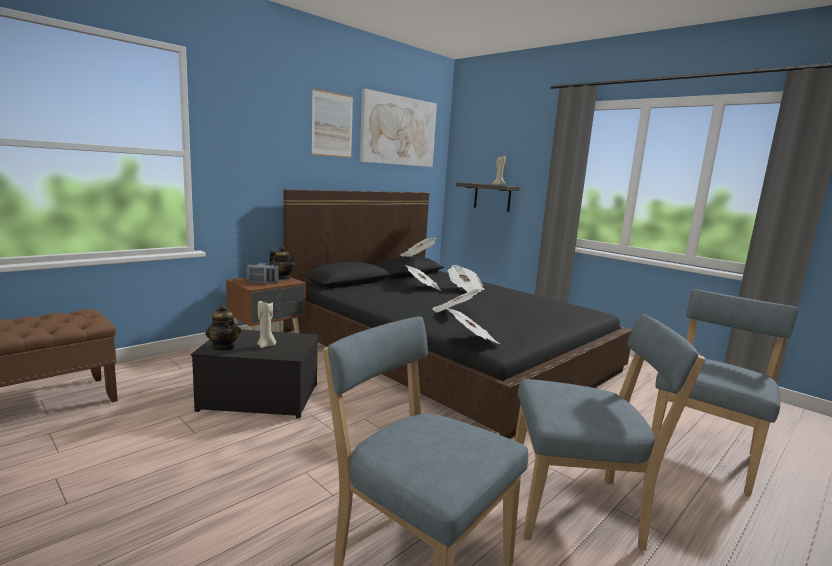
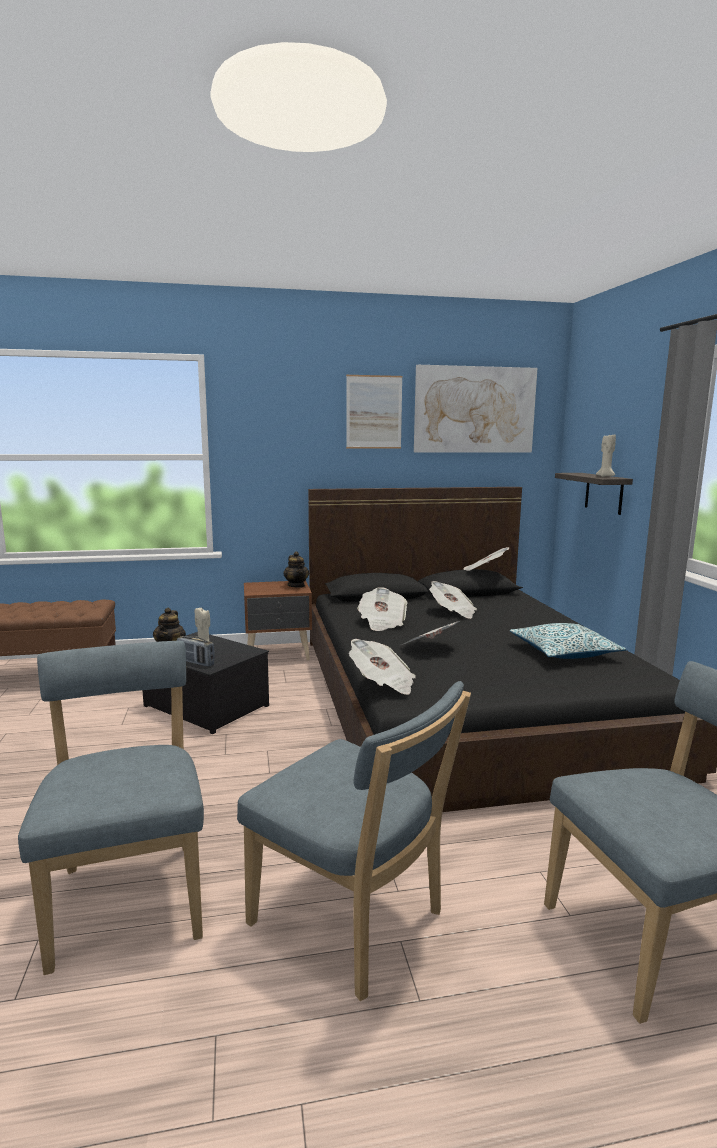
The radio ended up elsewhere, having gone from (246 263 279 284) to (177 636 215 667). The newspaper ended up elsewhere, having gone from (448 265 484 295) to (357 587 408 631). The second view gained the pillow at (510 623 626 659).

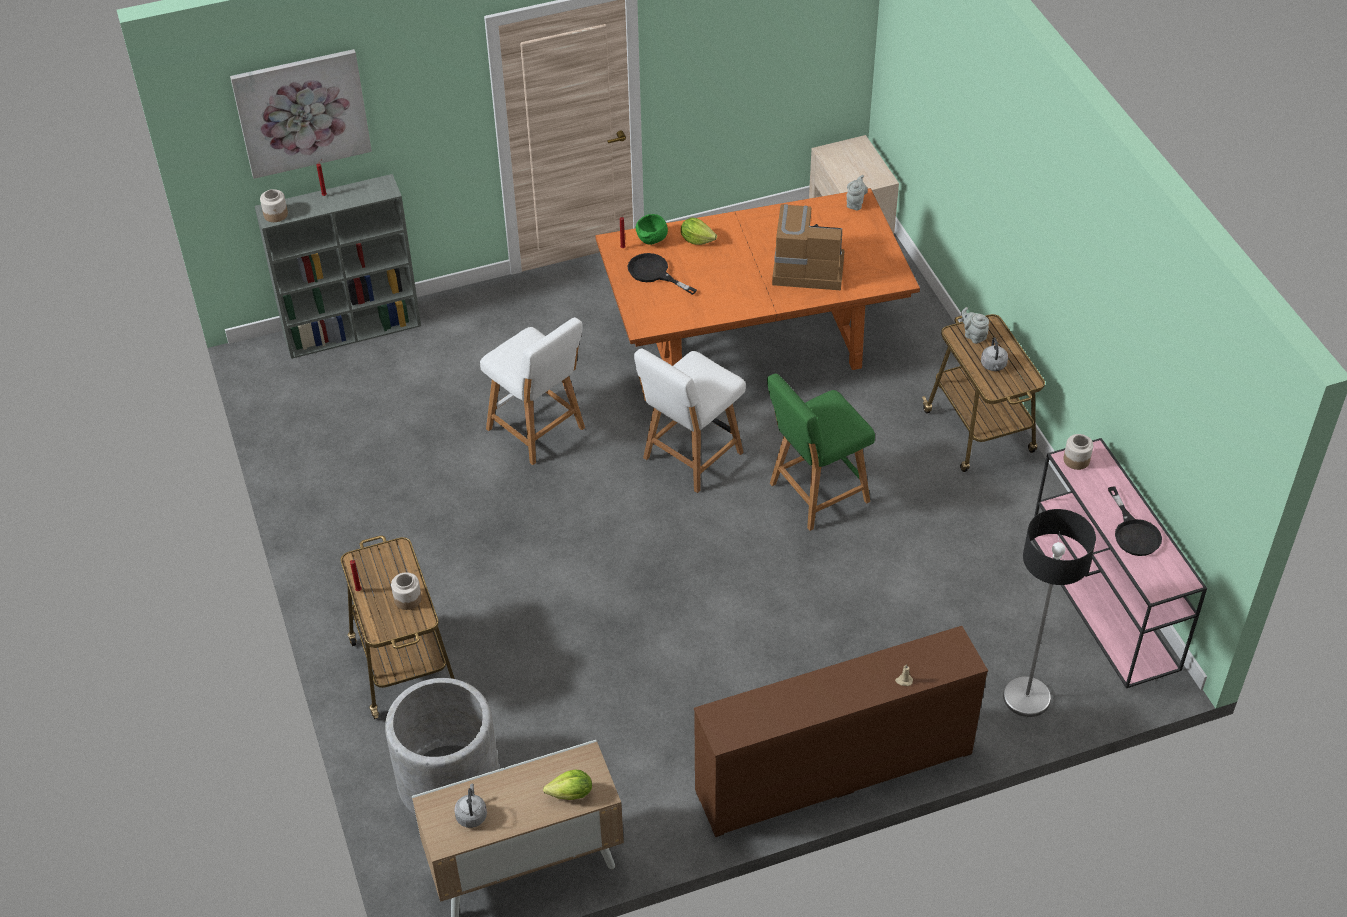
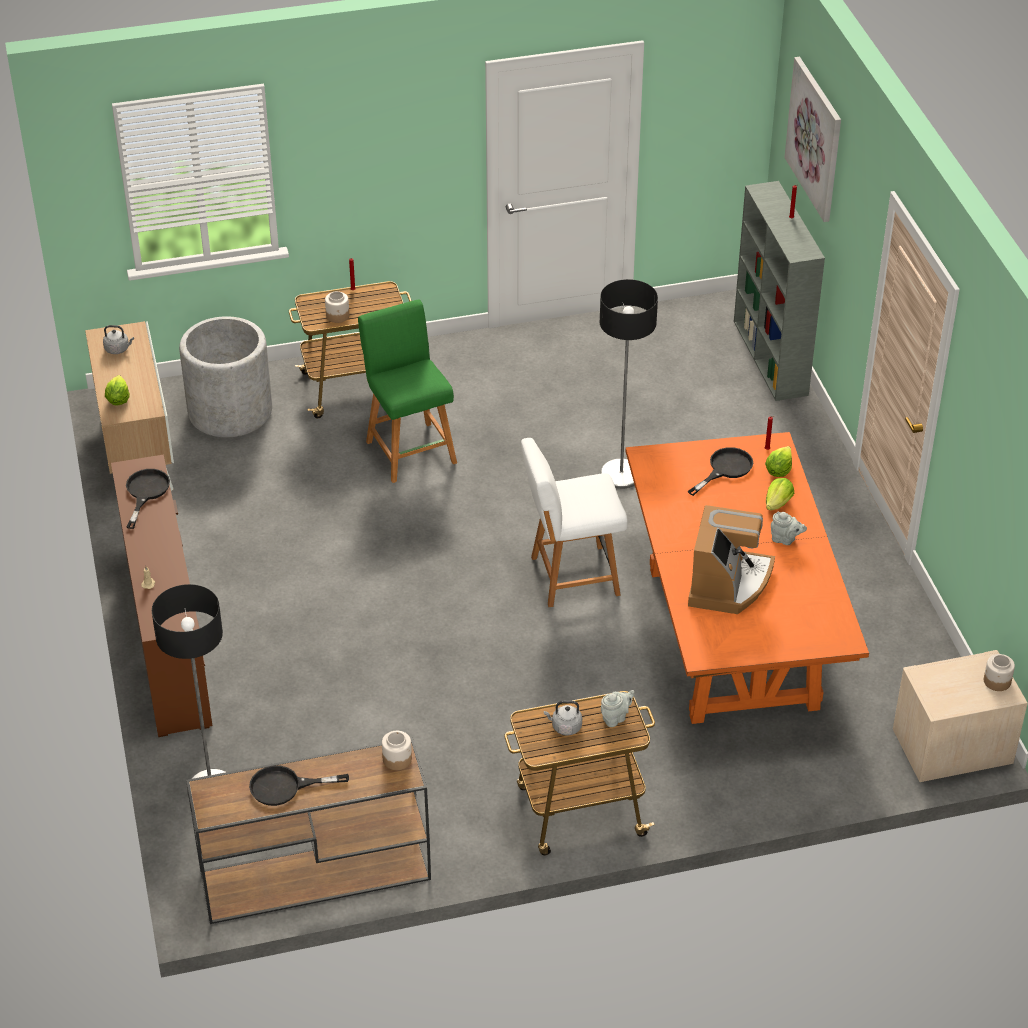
The second view gained the black frying pan at (126 469 170 529). What was the pink console table at (1032 438 1207 688) turned into the brown console table at (186 738 431 924). The green stool ended up elsewhere, having gone from (767 374 875 531) to (358 299 457 483). The white chair at (634 348 746 493) ended up facing another way, 60 degrees counterclockwise from before. Where the white stool stood at (480 317 585 465), the floor lamp came to stand at (600 279 658 489). Where the green bowl stood at (636 214 668 245), the lettuce came to stand at (765 446 792 477). The grey teapot ended up elsewhere, having gone from (846 175 868 210) to (771 511 807 545). The jar ended up elsewhere, having gone from (260 189 288 222) to (984 654 1015 691).

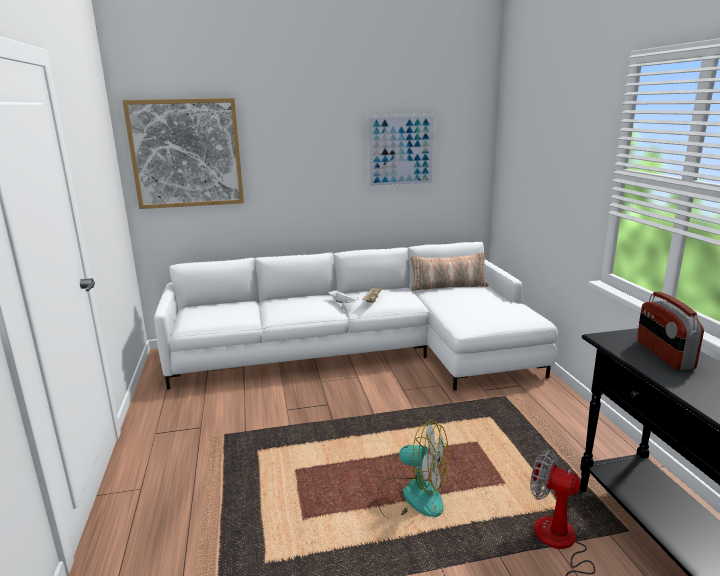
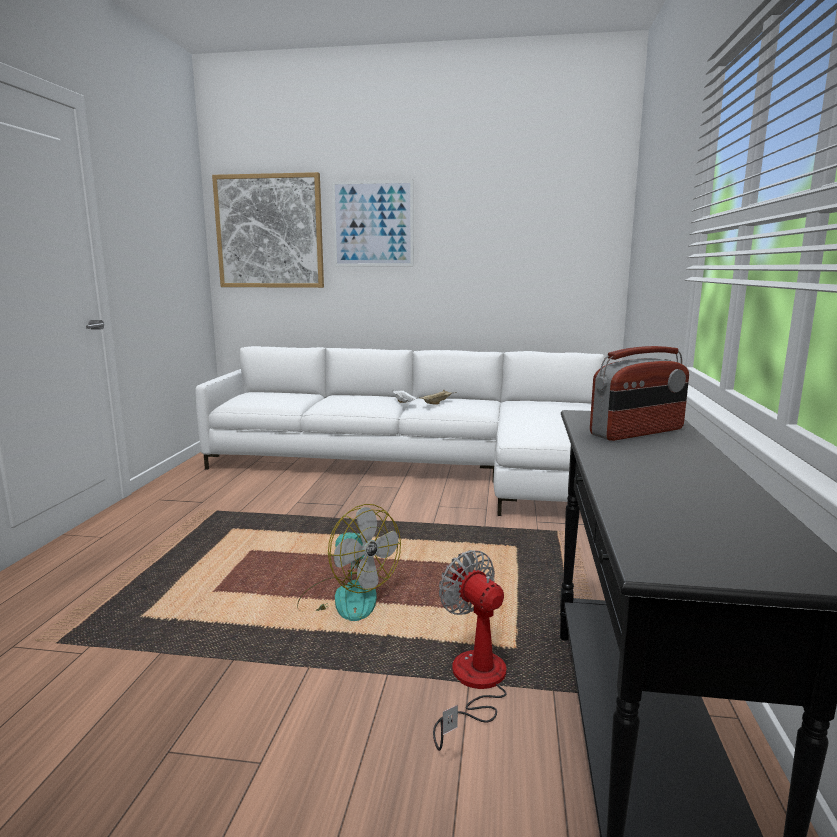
The picture ended up elsewhere, having gone from (367 114 436 188) to (332 180 413 266). The radio at (637 292 704 370) ended up facing another way, 135 degrees counterclockwise from before. The second view lost the pillow at (411 252 488 291).

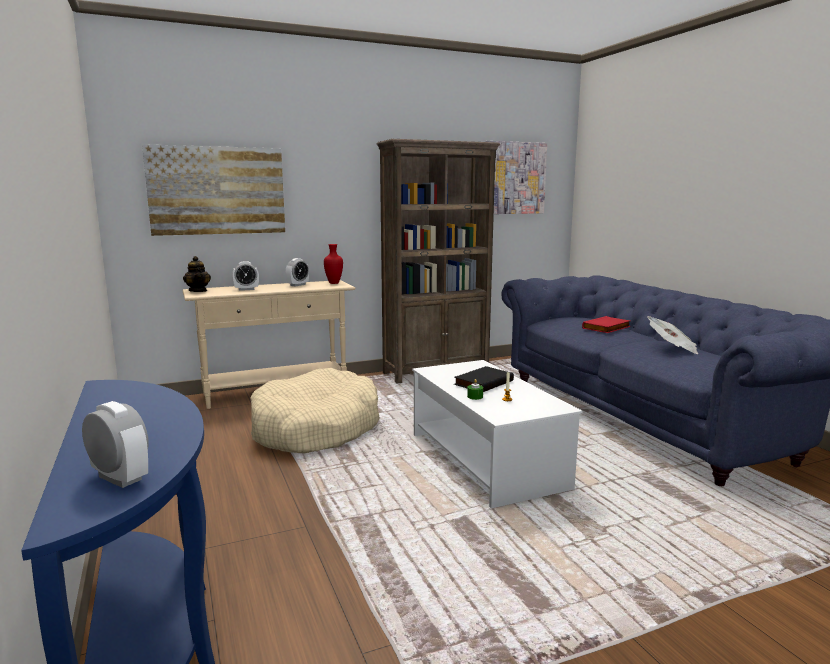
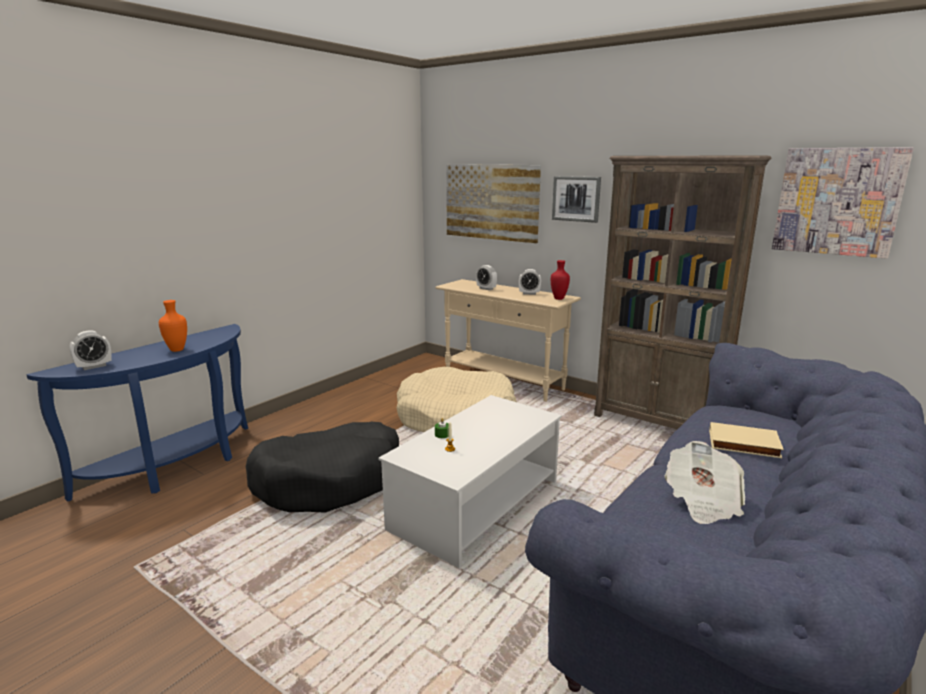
The alarm clock at (82 401 149 488) ended up facing another way, 45 degrees clockwise from before. The second view gained the orange vase at (159 300 187 352). The second view gained the black dog bed at (245 421 399 513). The second view gained the picture at (552 176 601 223). What was the red book at (582 316 630 333) turned into the beige book at (709 422 784 458). The second view lost the teapot at (183 256 211 292). The second view lost the black book at (454 366 514 392).

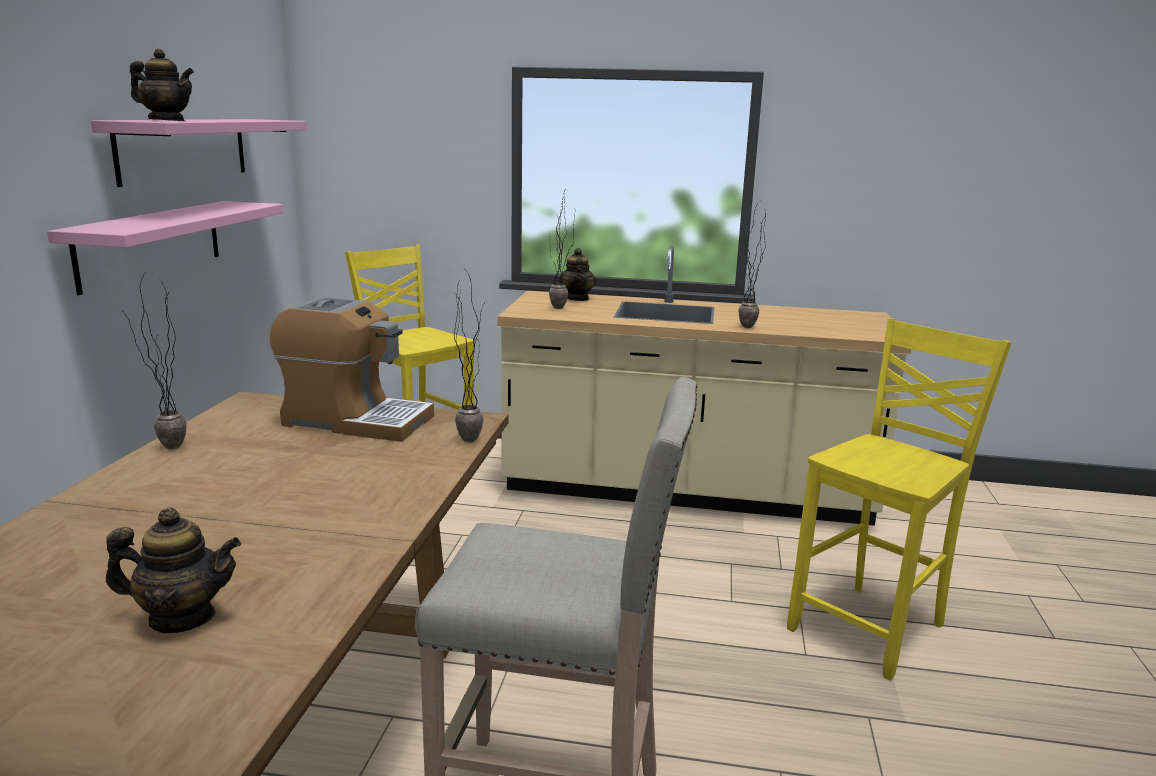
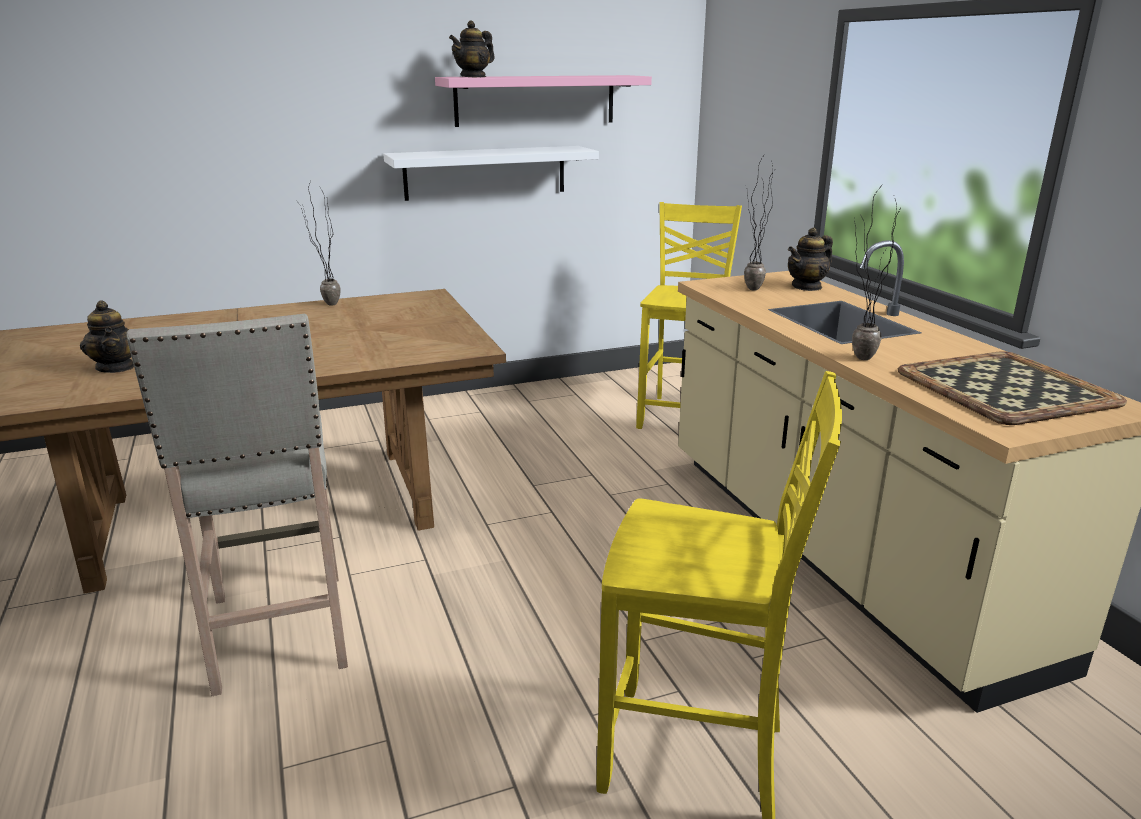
What was the pink shelf at (47 201 283 295) turned into the white shelf at (383 146 599 201). The teapot at (130 49 194 121) ended up facing another way, 60 degrees clockwise from before. The second view gained the tray at (898 351 1127 425). The second view lost the coffee machine at (270 297 434 442). The second view lost the potted plant at (454 271 486 442).

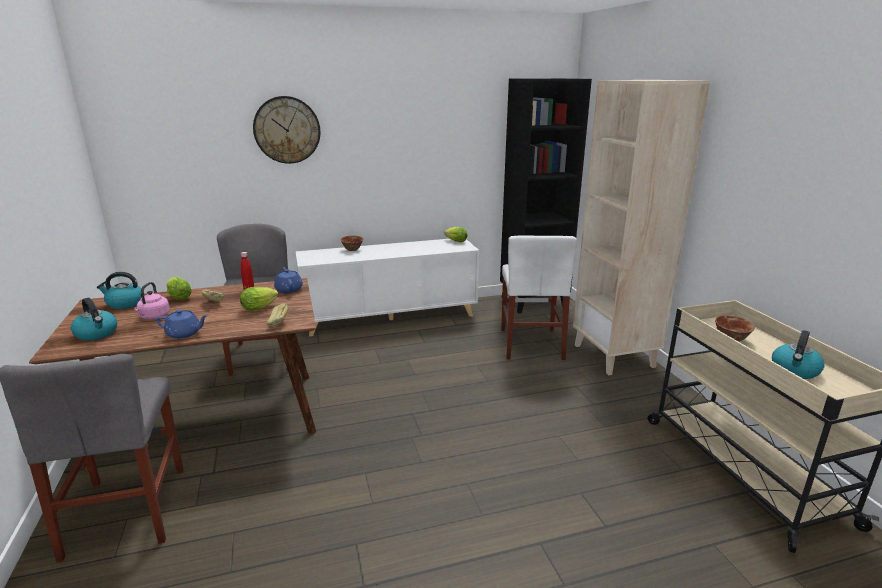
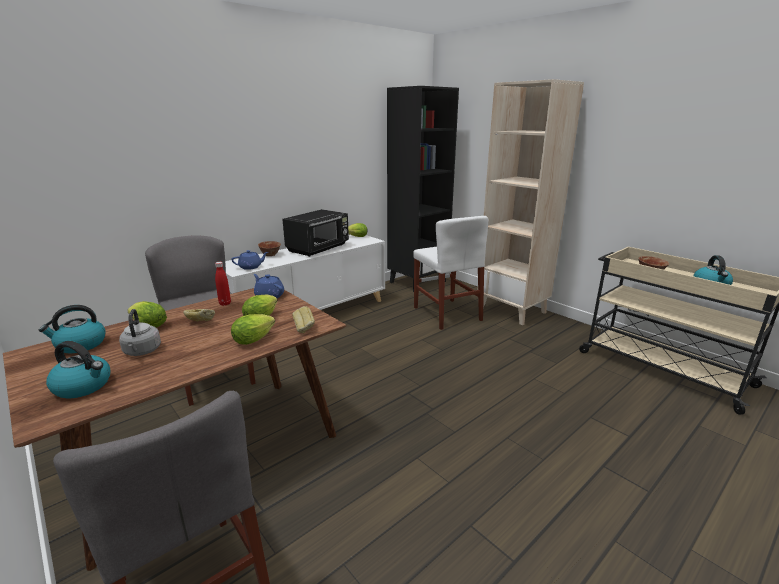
What was the pink kettle at (134 282 170 320) turned into the grey kettle at (119 309 161 356). The blue teapot ended up elsewhere, having gone from (156 309 208 339) to (231 250 268 270). The second view gained the lettuce at (231 314 275 345). The second view gained the black microwave at (282 209 349 257). The second view lost the wall clock at (253 96 320 164).

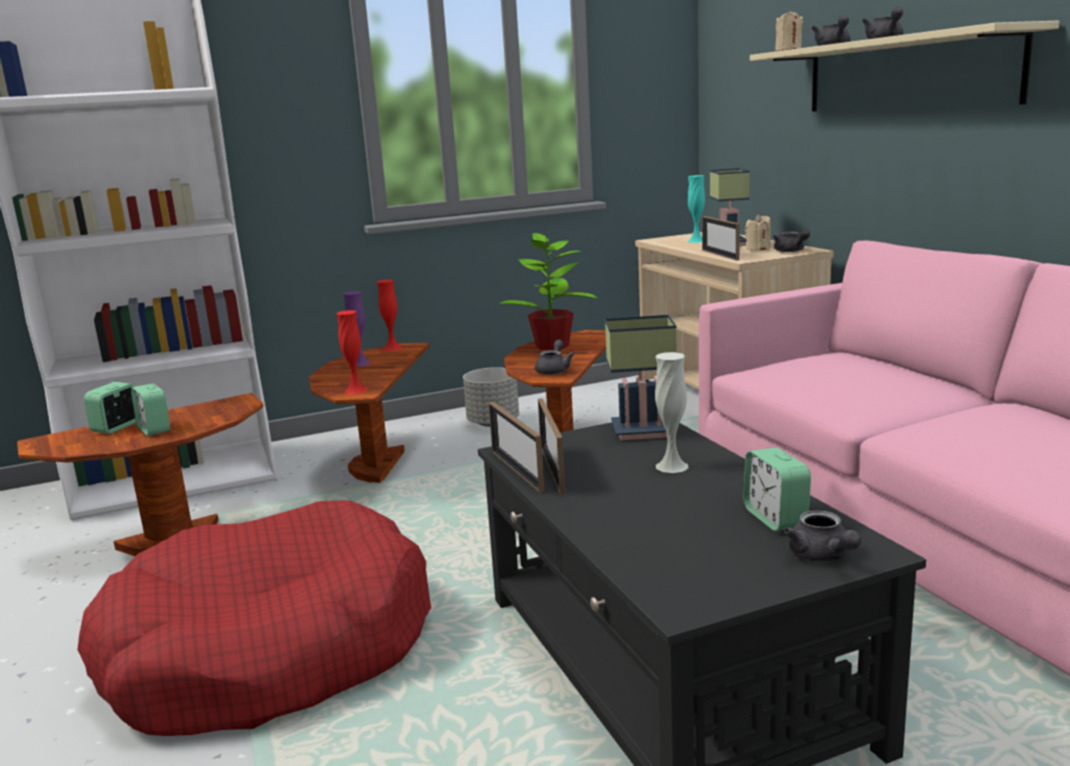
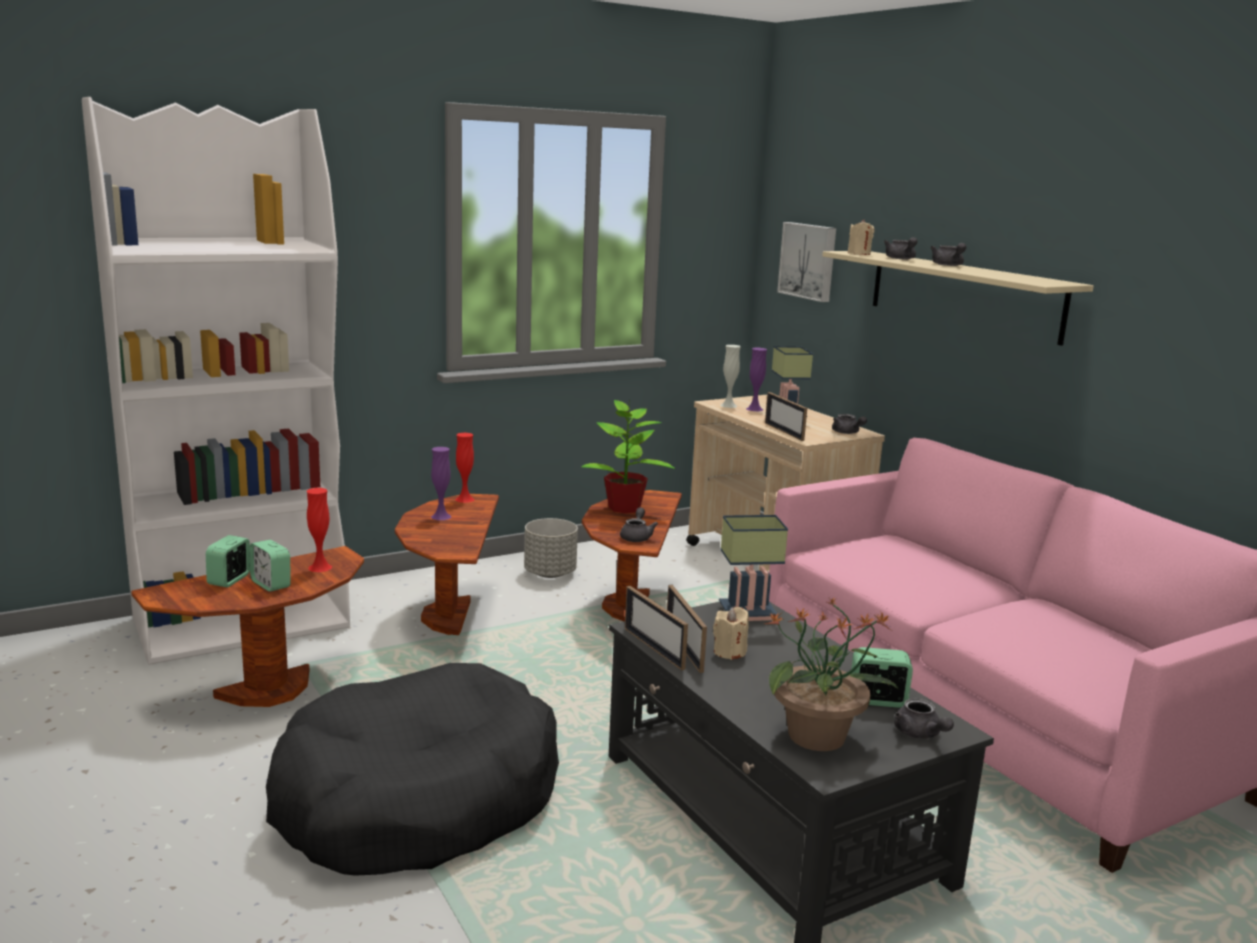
What was the red dog bed at (77 500 431 736) turned into the black dog bed at (266 663 559 876). The red vase ended up elsewhere, having gone from (336 310 367 394) to (307 488 332 572). The beige candle ended up elsewhere, having gone from (745 214 771 251) to (713 607 749 660). The white vase ended up elsewhere, having gone from (655 352 688 473) to (720 345 741 408). What was the turquoise vase at (687 175 705 243) turned into the purple vase at (746 348 767 411). The second view gained the potted plant at (764 597 898 751). The second view gained the picture at (777 222 836 302). The alarm clock at (743 448 811 531) ended up facing another way, 120 degrees clockwise from before.

